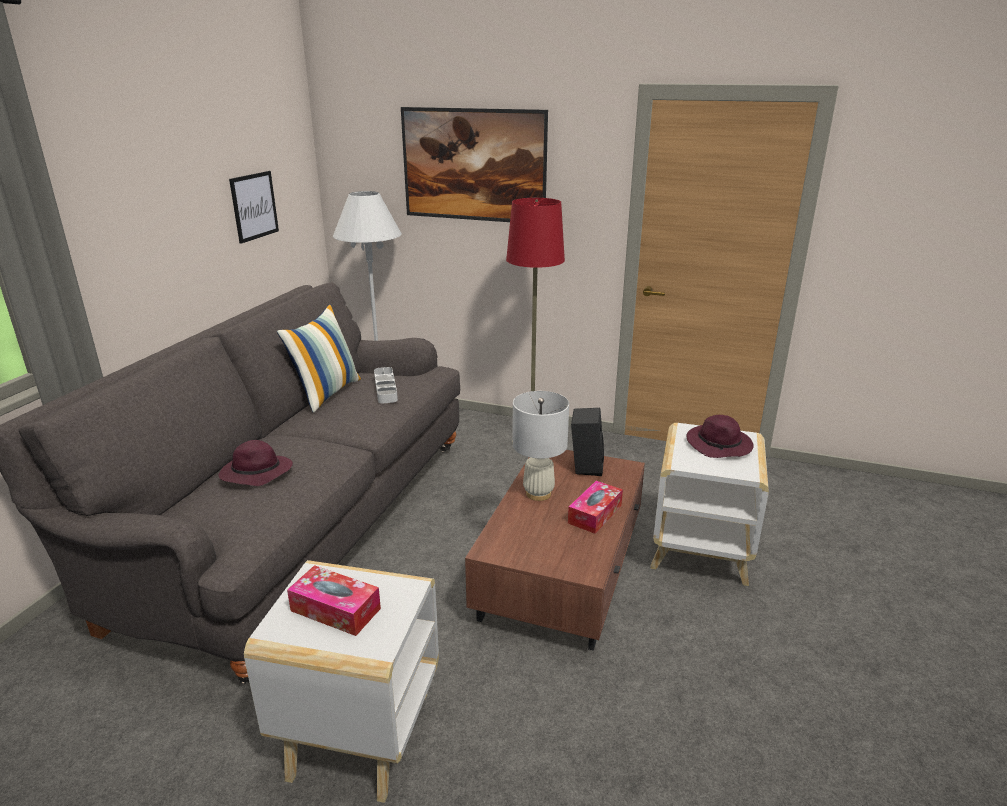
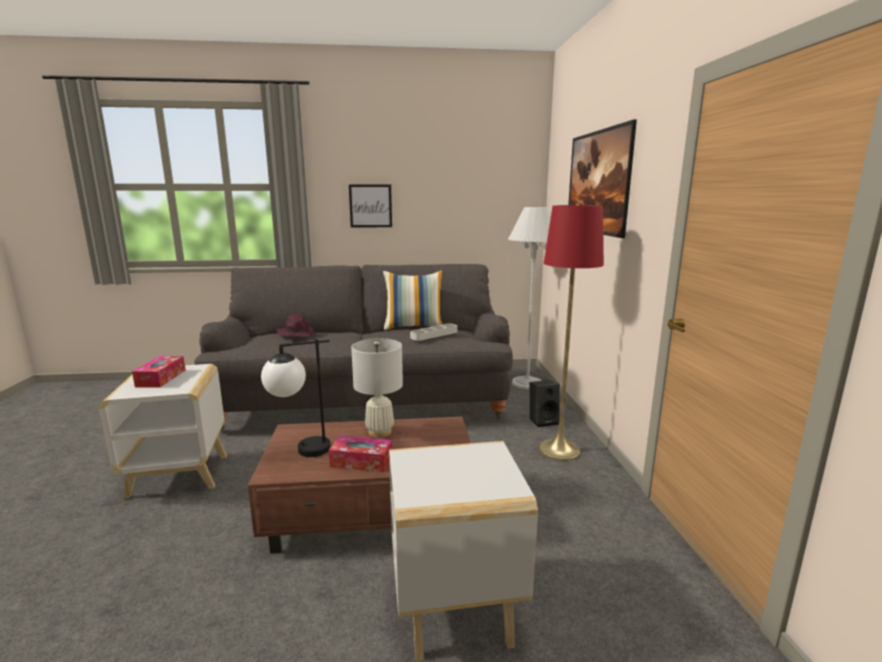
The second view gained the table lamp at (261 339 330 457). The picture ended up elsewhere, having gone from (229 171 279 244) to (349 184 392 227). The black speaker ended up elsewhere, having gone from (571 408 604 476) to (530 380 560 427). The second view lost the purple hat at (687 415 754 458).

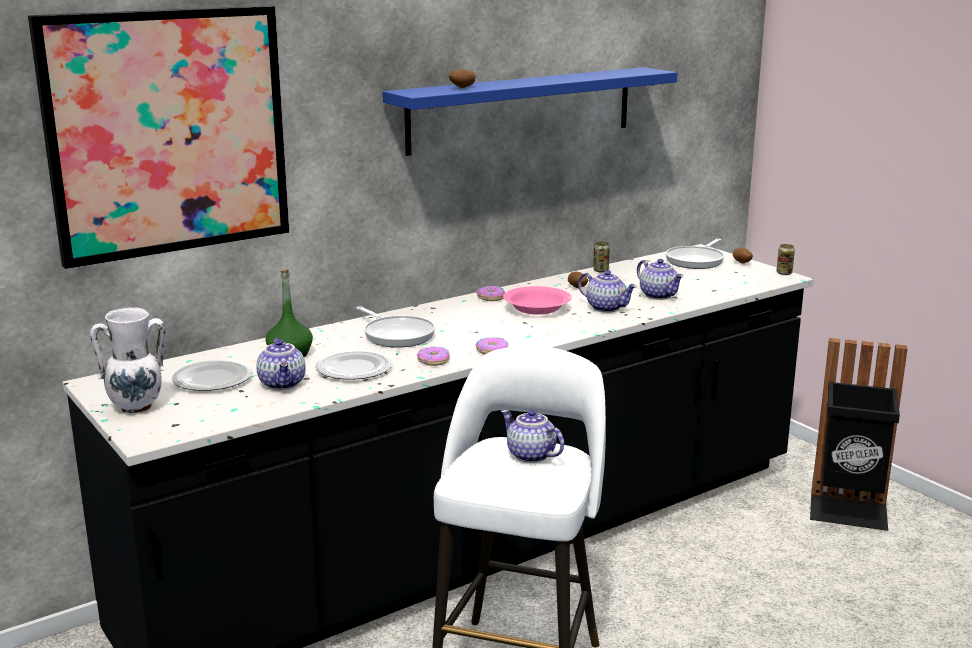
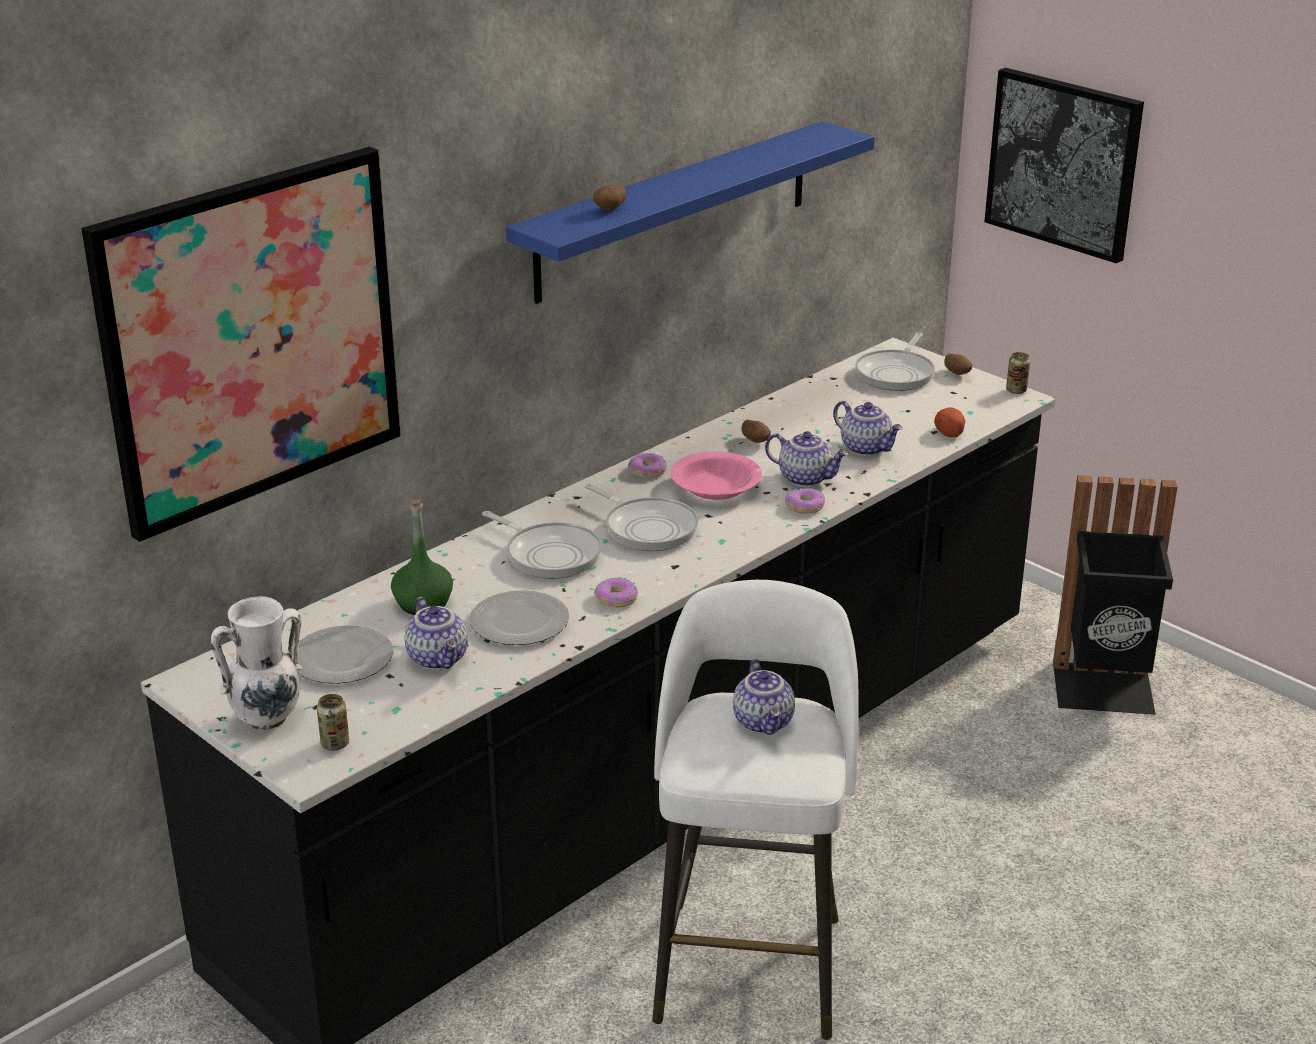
The can ended up elsewhere, having gone from (593 242 610 272) to (317 694 349 751). The second view gained the frying pan at (584 483 699 551). The teapot at (501 410 564 463) ended up facing another way, 135 degrees counterclockwise from before. The donut ended up elsewhere, having gone from (476 337 508 355) to (785 488 825 513). The second view gained the potato at (934 407 965 437). The second view gained the picture at (984 68 1144 263).

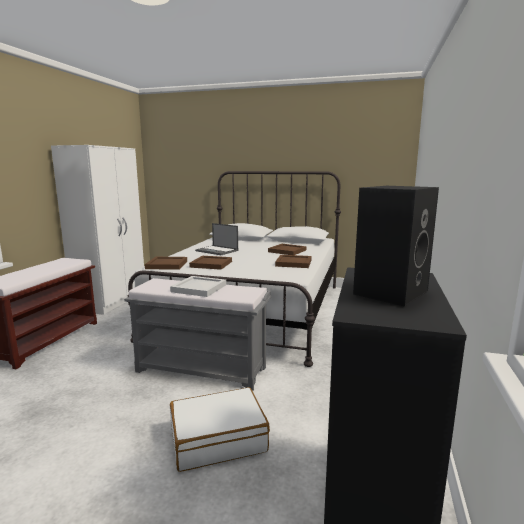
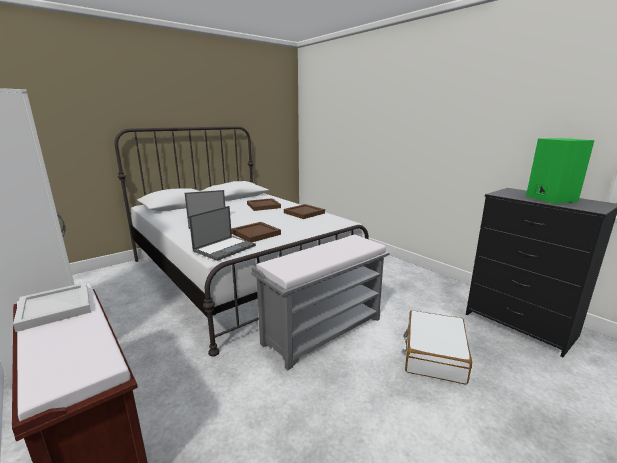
The white tray ended up elsewhere, having gone from (170 276 226 297) to (13 282 91 332). Where the brown tray stood at (145 257 187 270), the laptop came to stand at (189 206 256 261). What was the black speaker at (353 186 439 307) turned into the green speaker at (526 138 594 204).

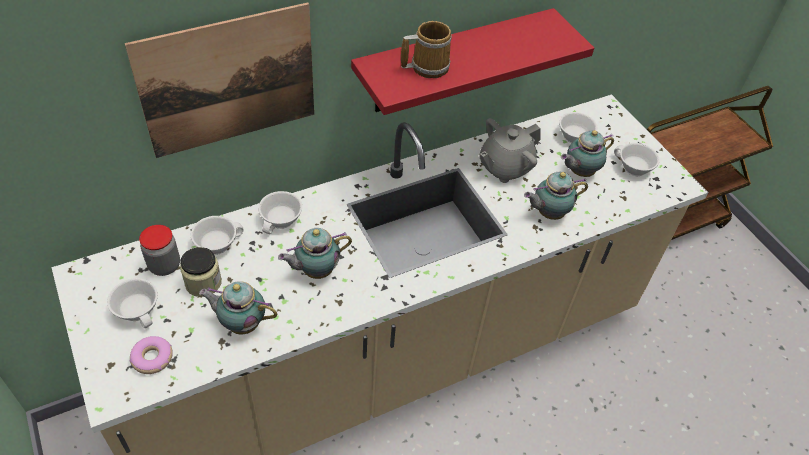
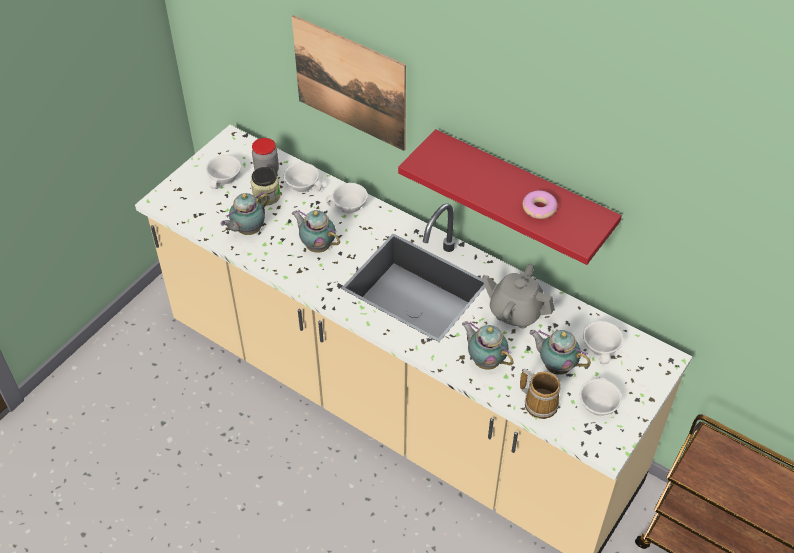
The teapot at (199 281 277 334) ended up facing another way, 120 degrees counterclockwise from before. The mug ended up elsewhere, having gone from (401 21 452 78) to (520 369 561 419). The donut ended up elsewhere, having gone from (130 336 173 374) to (523 191 557 219).

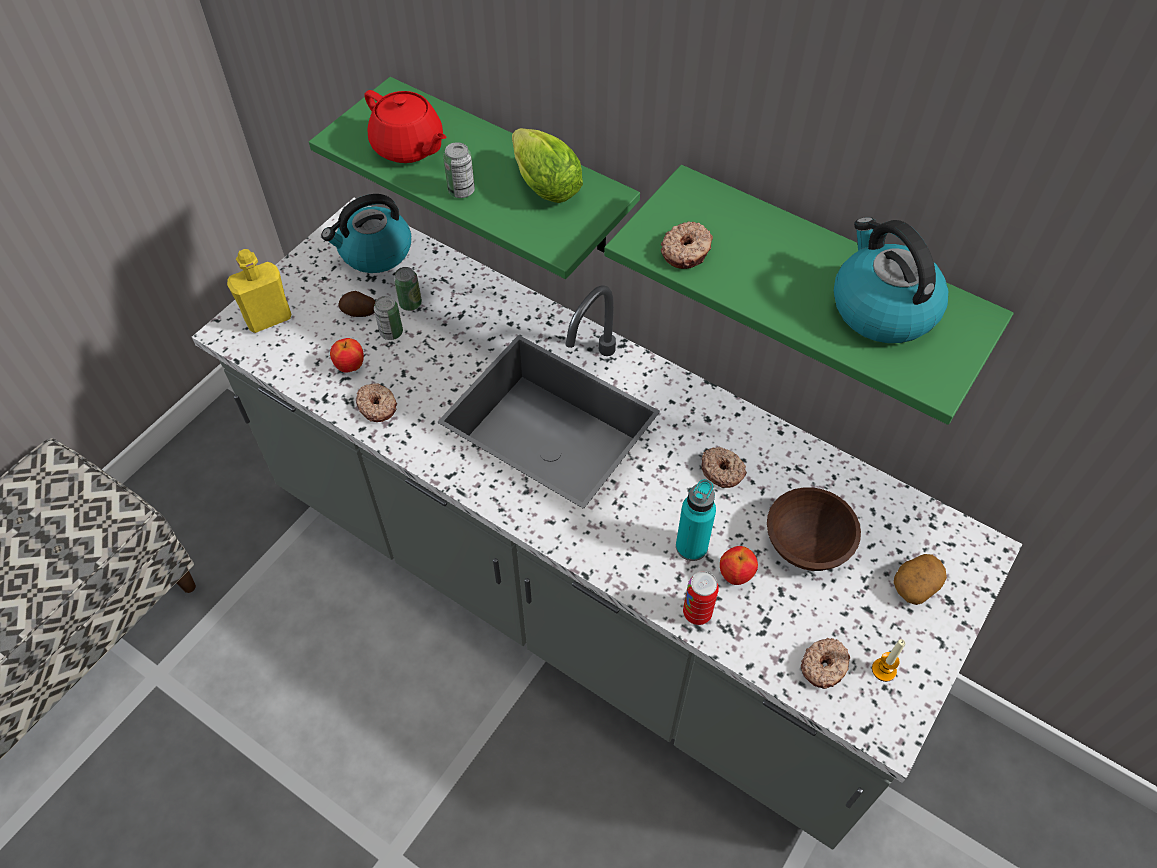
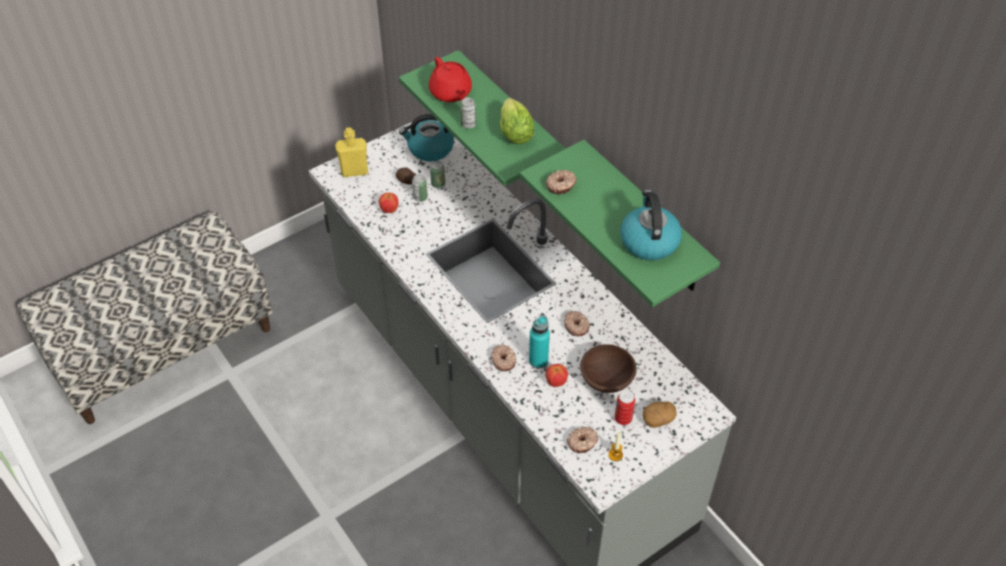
The donut ended up elsewhere, having gone from (356 383 397 422) to (491 345 517 371). The can ended up elsewhere, having gone from (683 571 719 625) to (615 390 635 425).

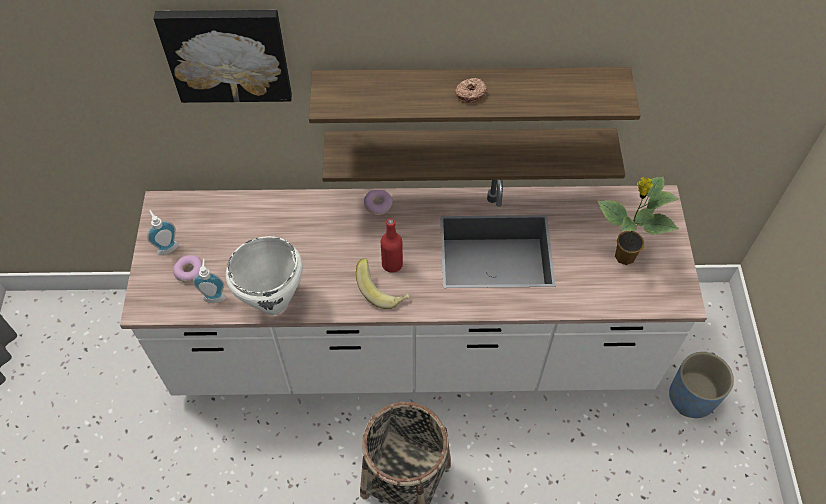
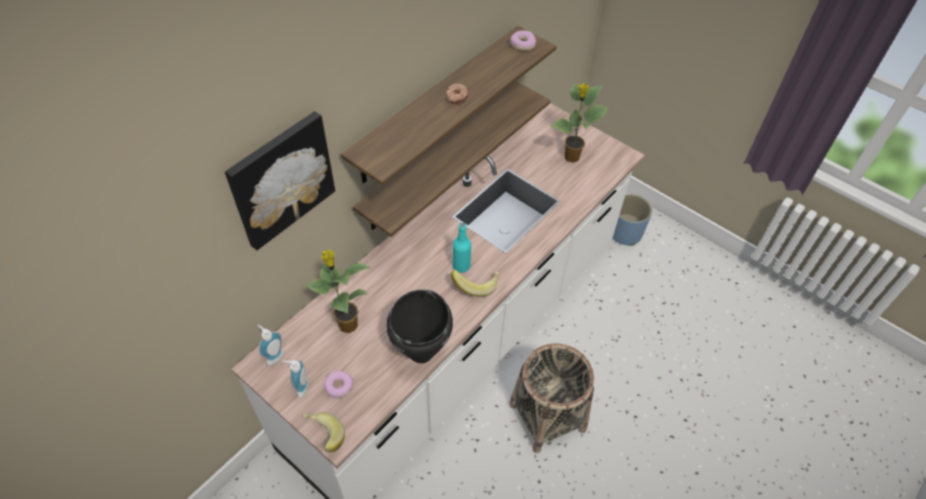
The soap dispenser ended up elsewhere, having gone from (193 258 226 303) to (258 325 284 365). The second view gained the banana at (303 412 345 452). The second view gained the potted plant at (306 250 371 333). What was the white cooking pot at (226 236 303 315) turned into the black cooking pot at (387 289 453 363). What was the red bottle at (381 218 403 273) turned into the turquoise bottle at (453 223 471 273). The donut ended up elsewhere, having gone from (364 189 393 215) to (510 31 536 51).

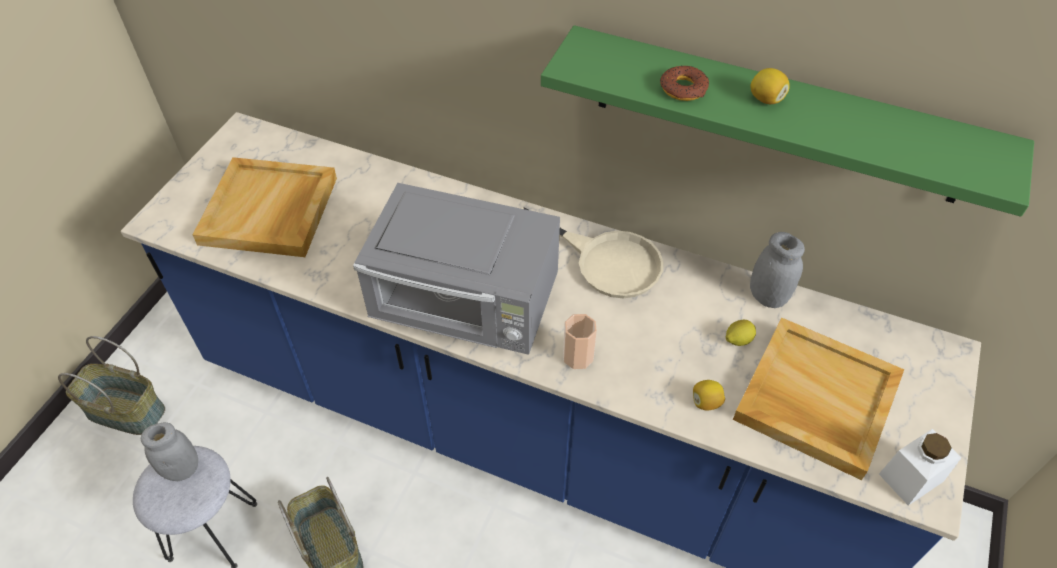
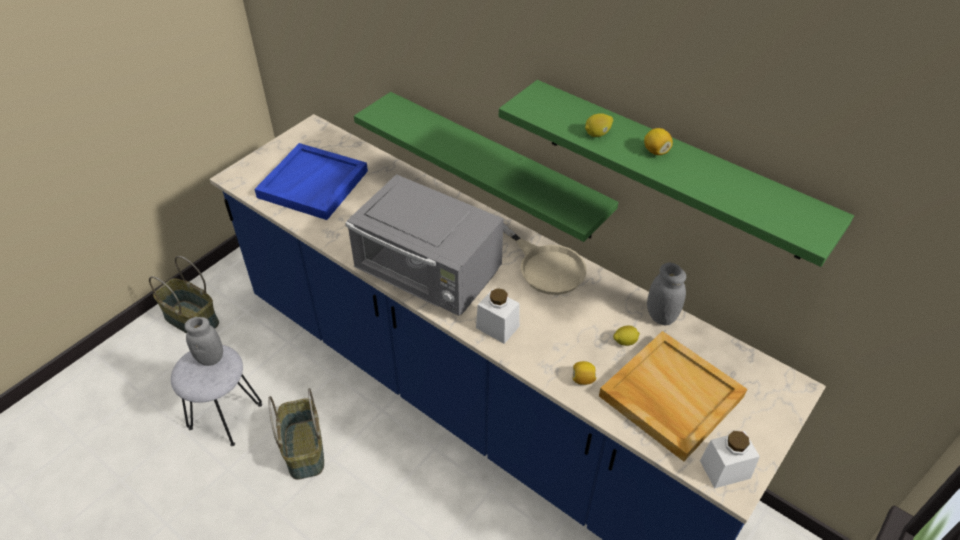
What was the beige tray at (193 157 337 257) turned into the blue tray at (254 143 368 220). The second view gained the green shelf at (354 92 618 242). Where the cup stood at (563 314 597 369), the white jar came to stand at (476 288 520 344). Where the donut stood at (660 66 709 101), the lemon came to stand at (585 113 613 137).

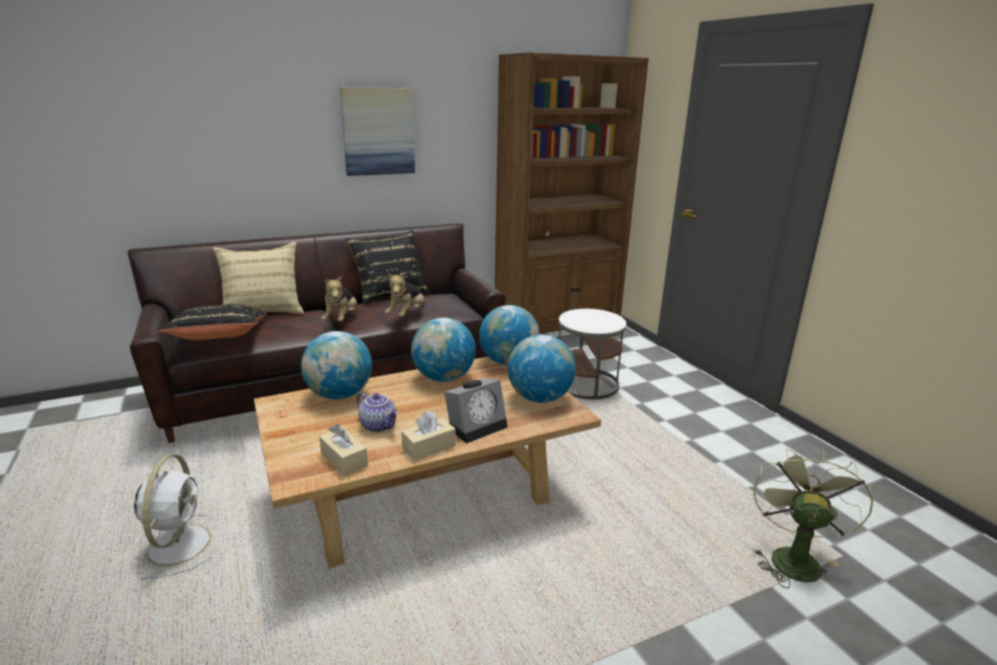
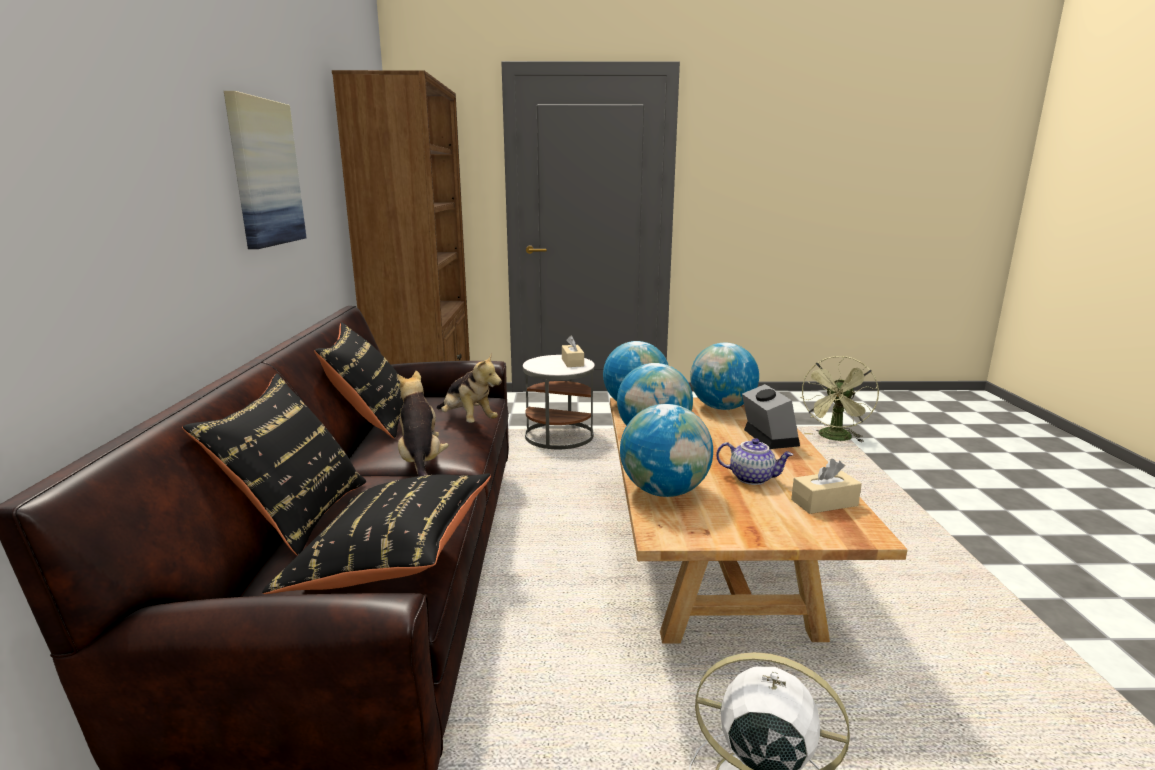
What was the beige pillow at (213 242 304 314) turned into the black pillow at (182 374 366 555). The plush toy at (321 275 357 322) ended up facing another way, 135 degrees counterclockwise from before. The beige tissue box ended up elsewhere, having gone from (401 411 456 461) to (562 336 584 367). The teapot at (357 392 398 432) ended up facing another way, 45 degrees clockwise from before. The green fan at (753 448 873 588) ended up facing another way, 105 degrees counterclockwise from before.

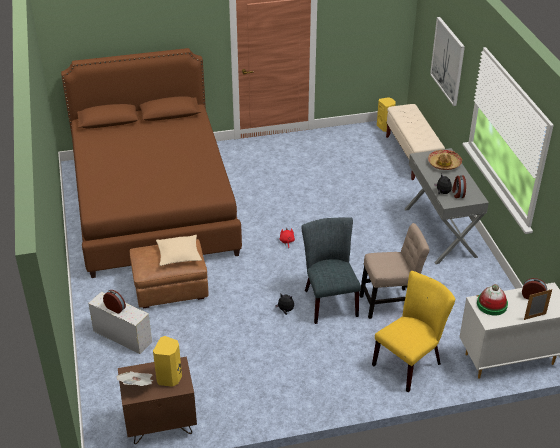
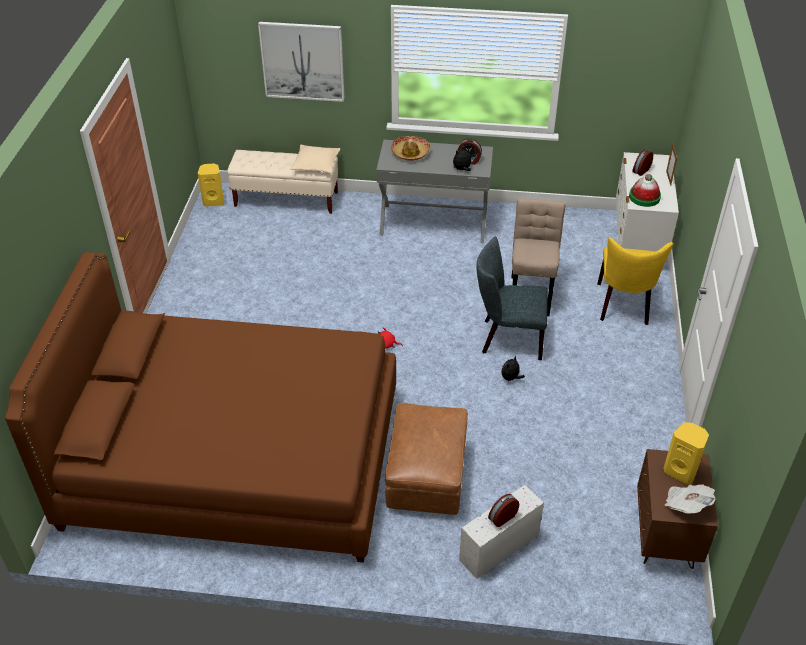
The beige pillow ended up elsewhere, having gone from (156 235 202 266) to (291 145 341 174). The yellow chair at (372 271 455 392) ended up facing another way, 150 degrees counterclockwise from before.

